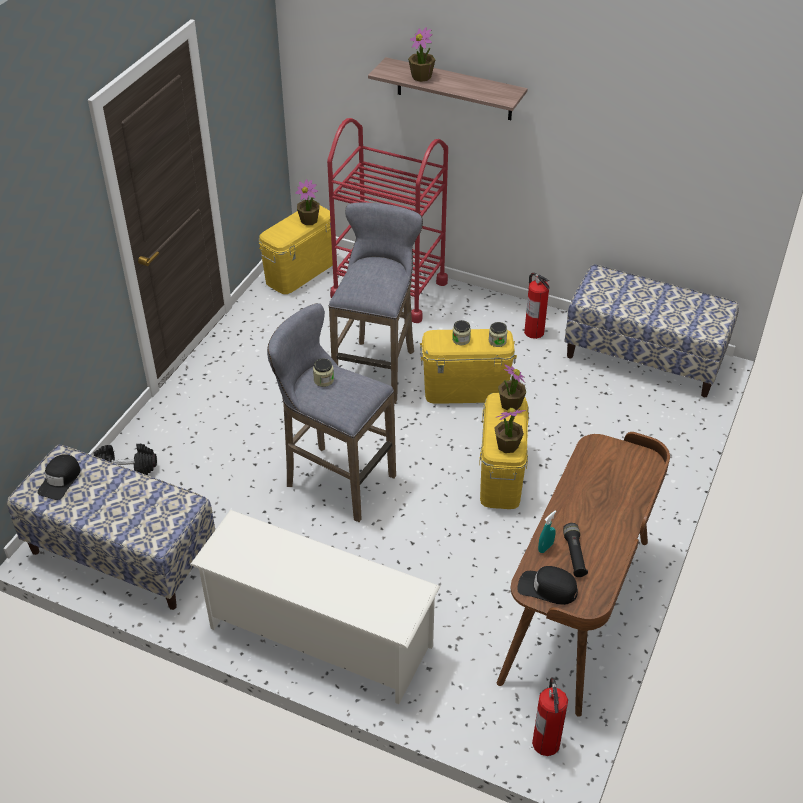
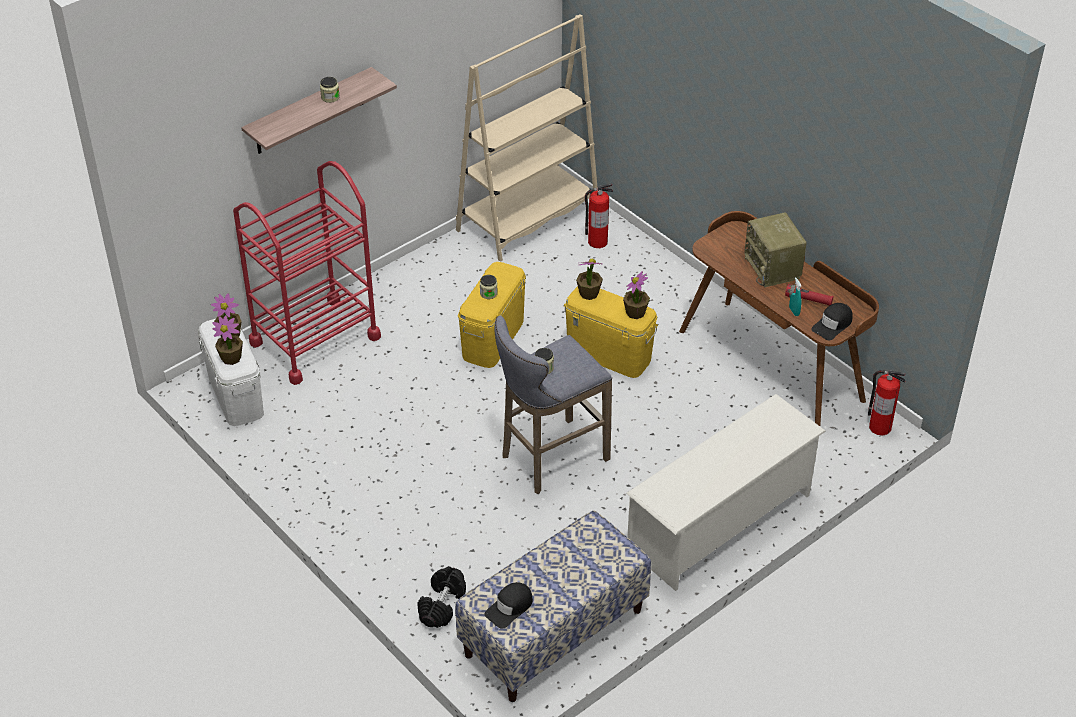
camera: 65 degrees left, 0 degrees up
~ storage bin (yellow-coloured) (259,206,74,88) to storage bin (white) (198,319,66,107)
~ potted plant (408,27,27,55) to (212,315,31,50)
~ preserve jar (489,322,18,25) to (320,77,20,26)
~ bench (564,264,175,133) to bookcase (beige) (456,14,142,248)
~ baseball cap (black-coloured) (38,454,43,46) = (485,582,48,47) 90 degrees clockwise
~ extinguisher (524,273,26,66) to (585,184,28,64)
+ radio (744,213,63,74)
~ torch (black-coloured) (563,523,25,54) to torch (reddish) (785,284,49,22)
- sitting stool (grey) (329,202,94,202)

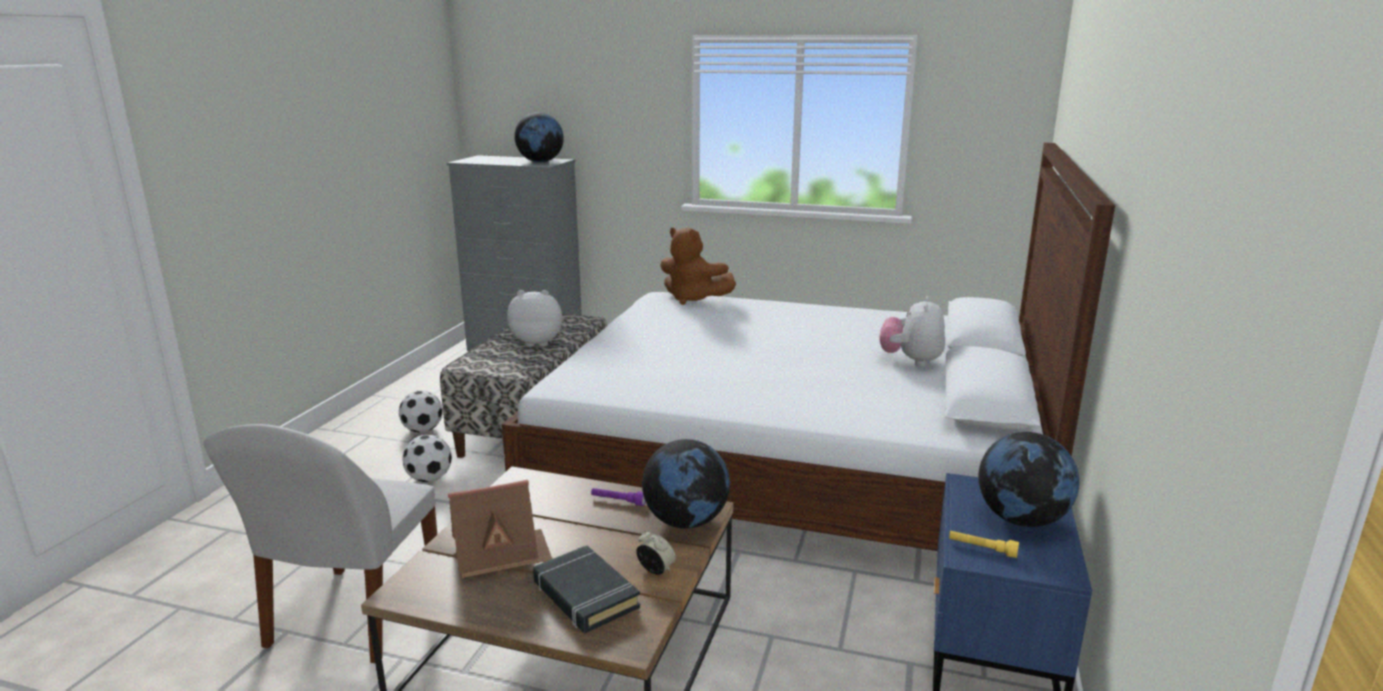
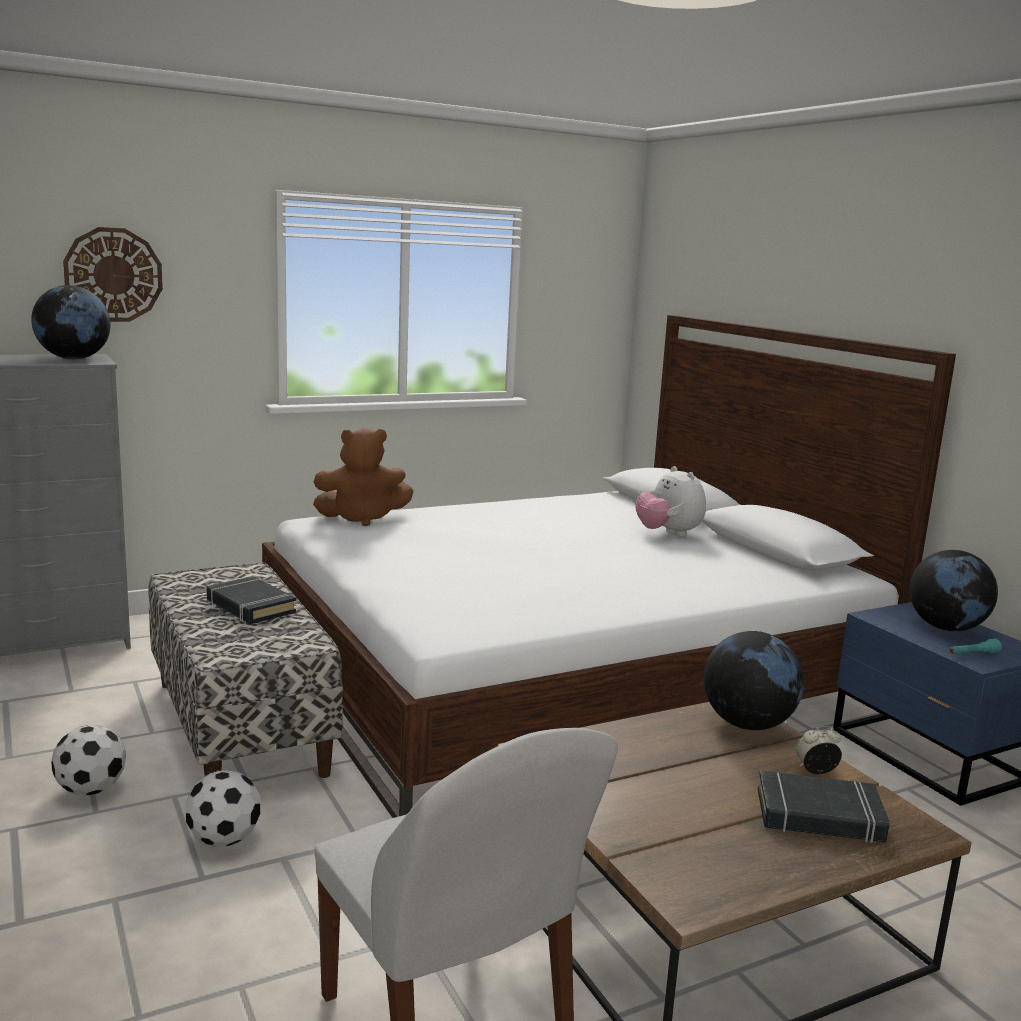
camera: 45 degrees left, 5 degrees down
+ clock on the wall (63,227,100,95)
~ cuddly toy (507,290,55,57) to bound book (black-coloured) (207,576,89,48)
~ torch (yellow-coloured) (949,531,70,27) to torch (blue-green) (949,639,53,15)
- model house (448,480,104,98)
- torch (purple) (591,488,55,18)

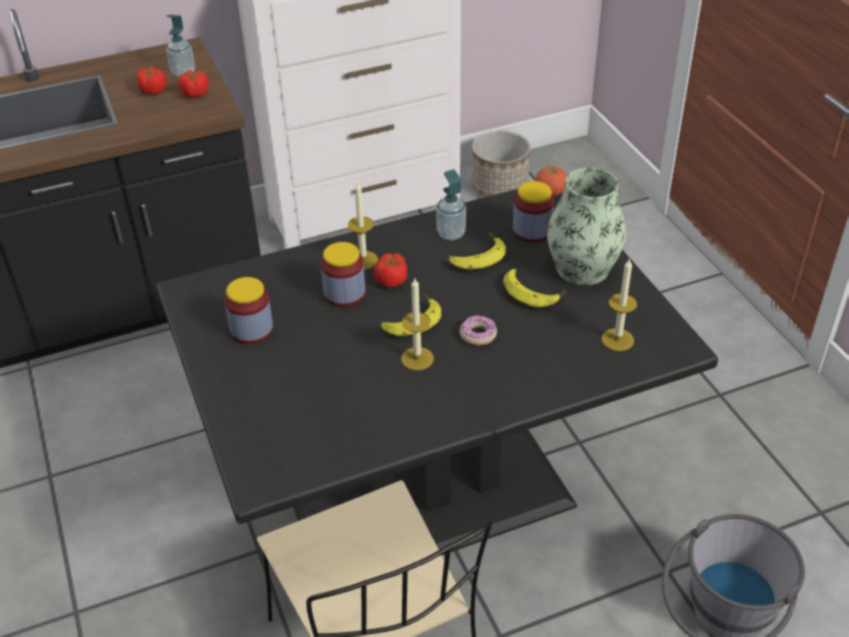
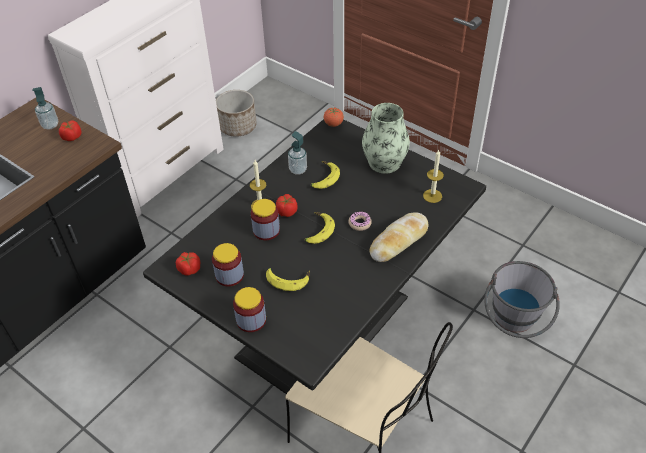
camera: 30 degrees left, 5 degrees up
~ fresh tomato (137,67,30,27) to (176,252,24,23)
~ preserve jar (513,181,41,62) to (233,287,33,45)
~ banana (503,269,63,39) to (266,268,44,23)
+ baked bread (369,213,59,49)
- candle (401,278,33,92)

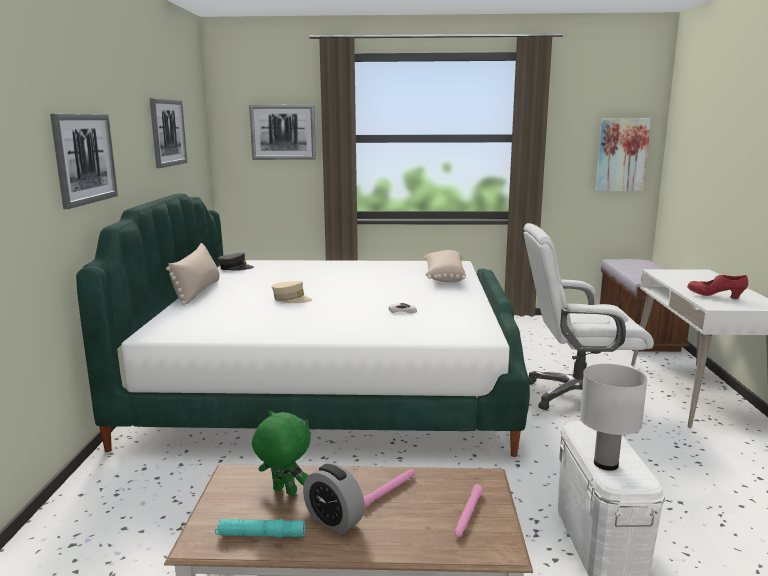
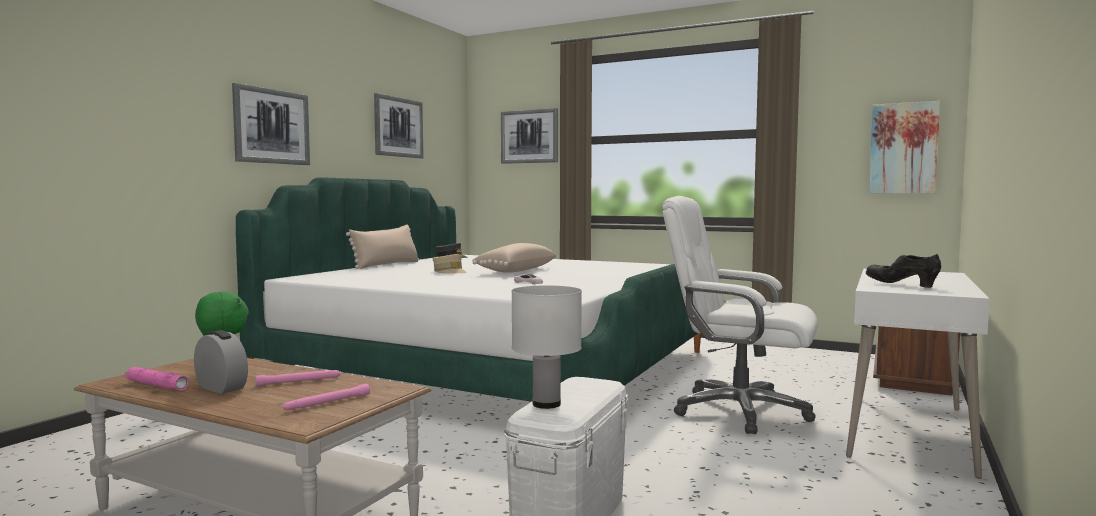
camera: 25 degrees right, 10 degrees down
~ torch (blue-green) (215,519,90,18) to torch (pinkish) (125,367,64,23)
~ table clock (303,464,62,70) = (194,330,54,64) 150 degrees clockwise
~ pillow (beige) (424,250,42,32) to (472,243,84,30)
~ shoe (reddish) (687,275,61,24) to shoe (black-coloured) (866,254,75,34)

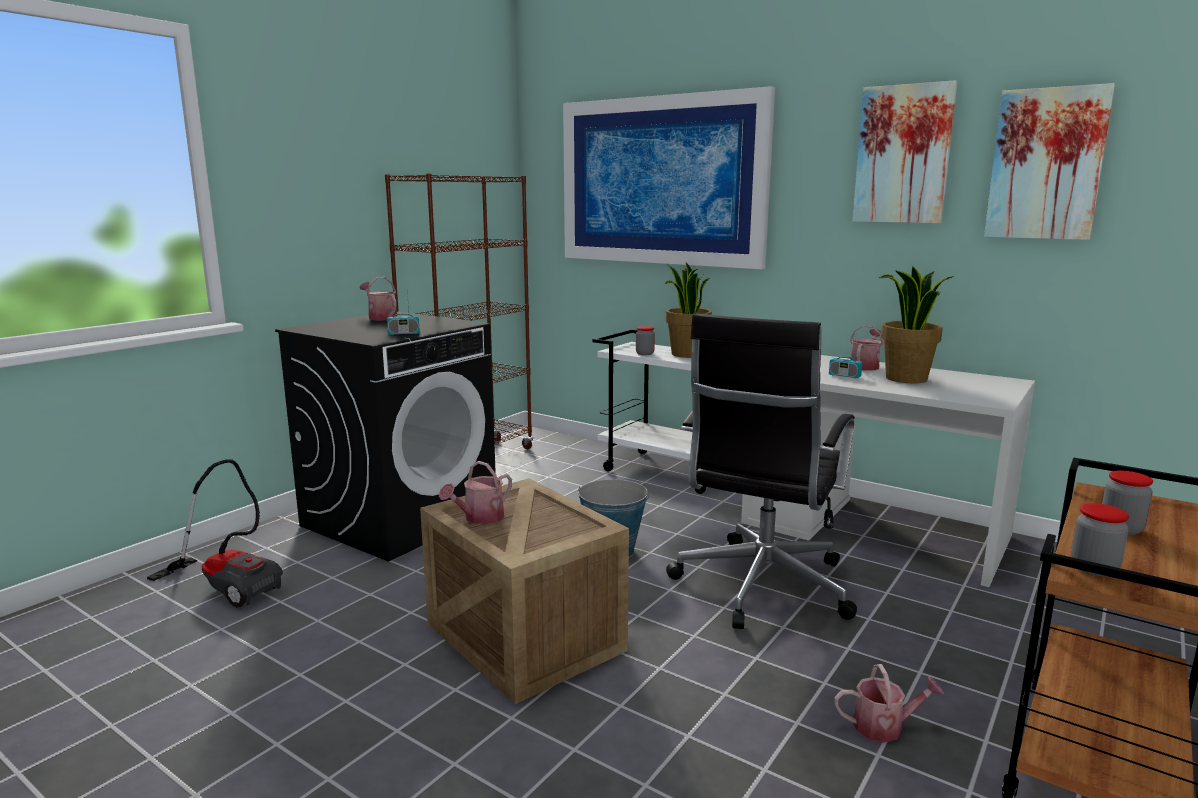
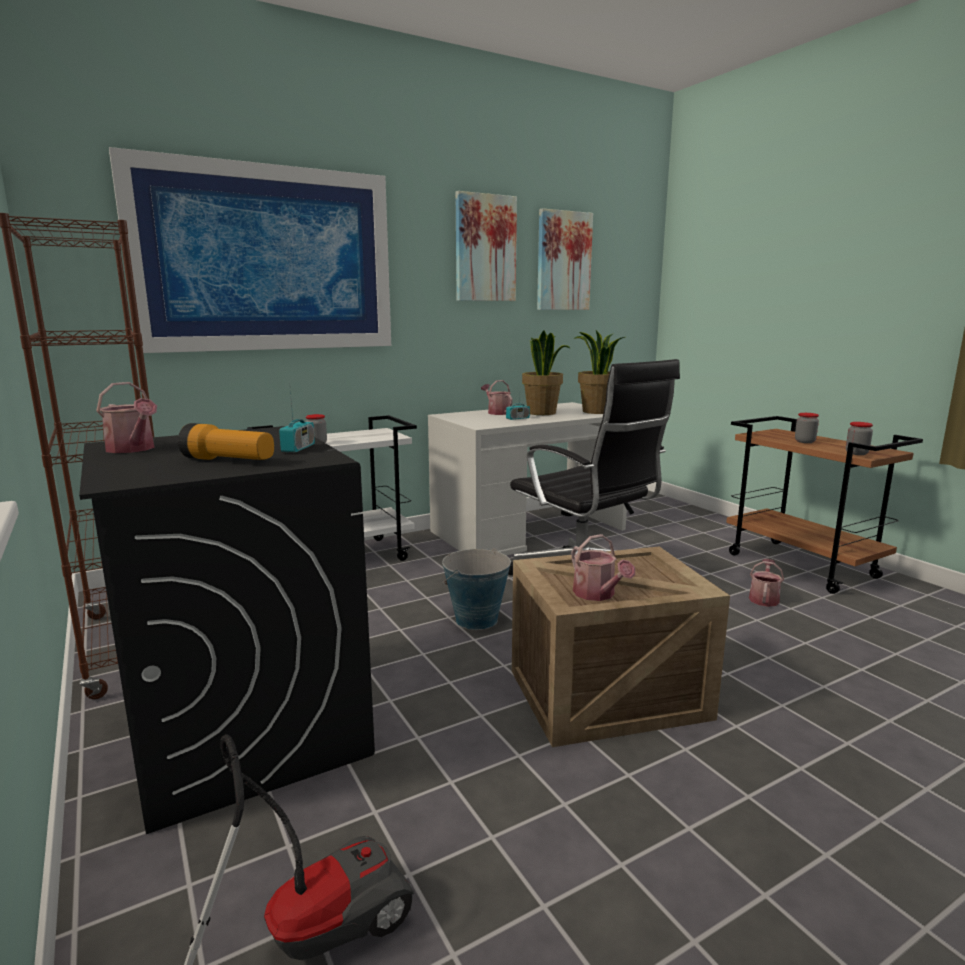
camera: 65 degrees left, 0 degrees up
~ sprinkling can (360,277,38,43) = (96,382,61,71) 120 degrees counterclockwise
+ torch (178,423,96,37)
~ potted plant (665,263,47,95) to (575,330,50,84)

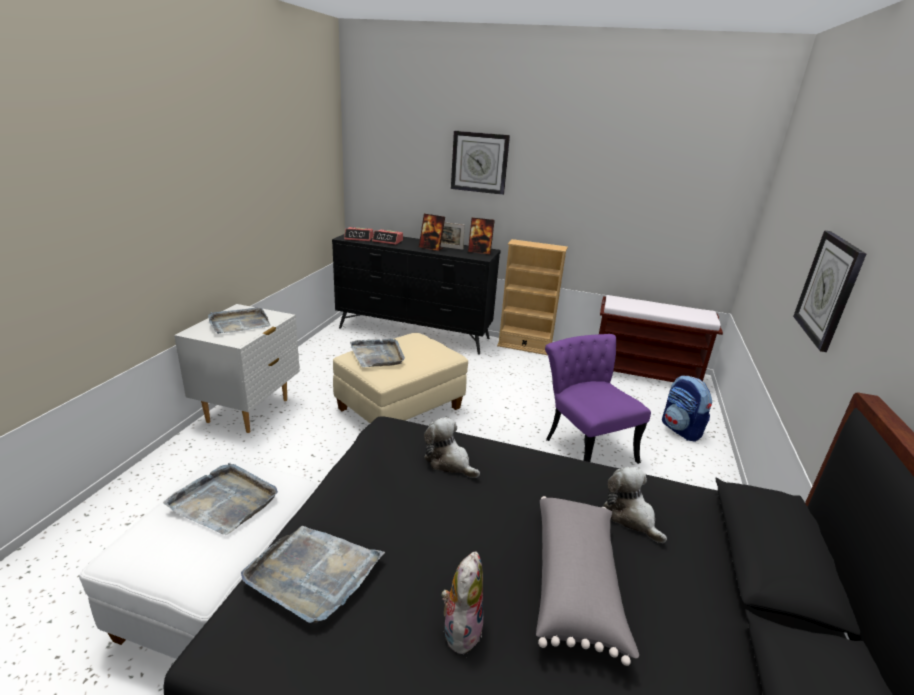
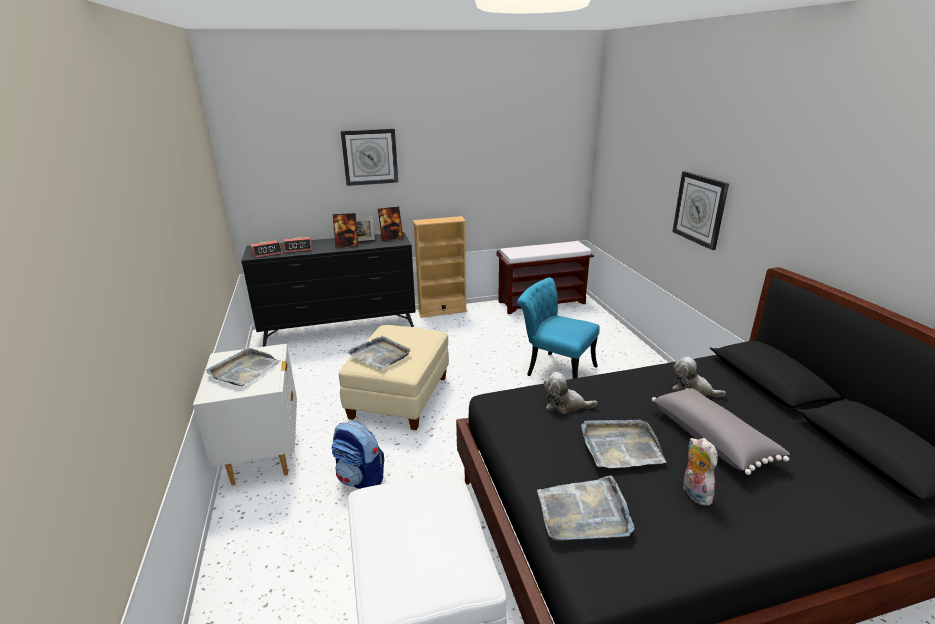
camera: 30 degrees left, 0 degrees up
~ knapsack (662,375,50,67) to (331,421,53,68)
~ chair (purple) (545,334,106,130) to chair (blue-green) (517,277,83,102)
~ tray (grey) (163,463,115,72) to (581,419,85,49)

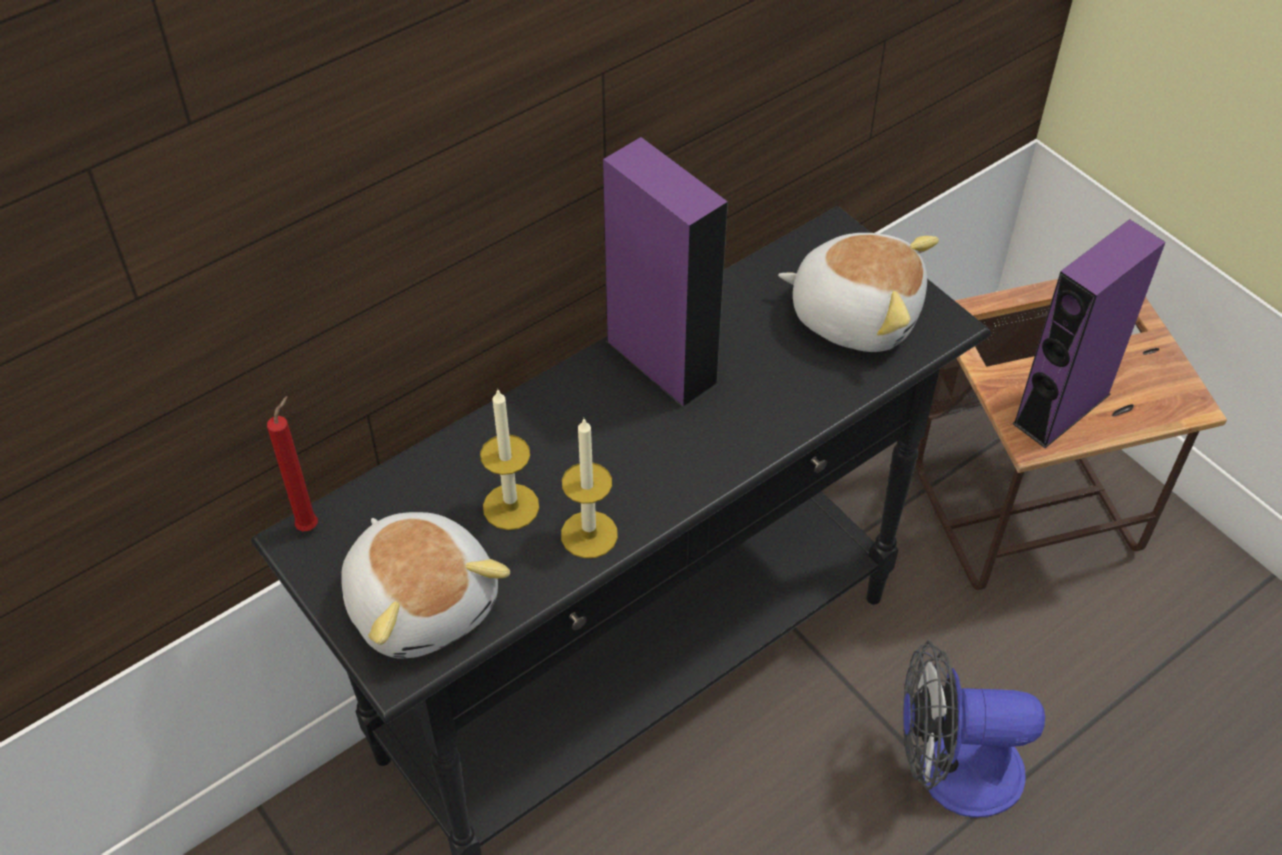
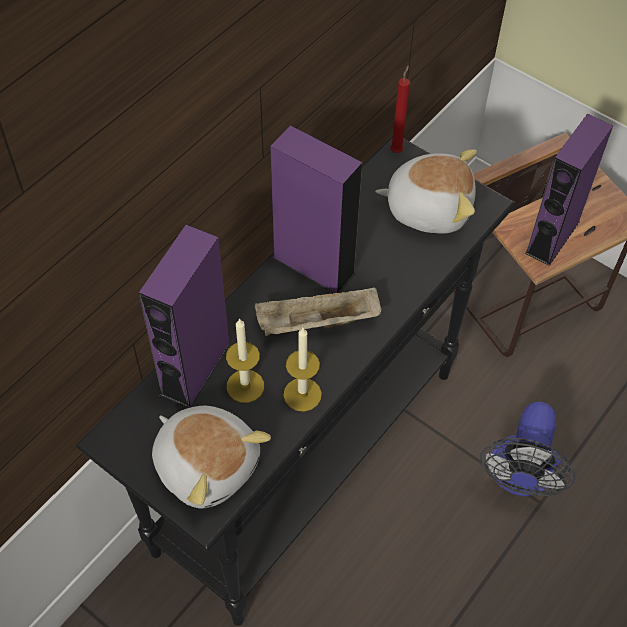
camera: 15 degrees left, 5 degrees up
+ loudspeaker (purple) (139,225,92,183)
+ tray (beige) (255,287,126,49)
~ candle (reddish) (267,396,51,135) to (390,65,20,88)
~ fan (903,641,142,177) = (480,402,95,94) 60 degrees counterclockwise

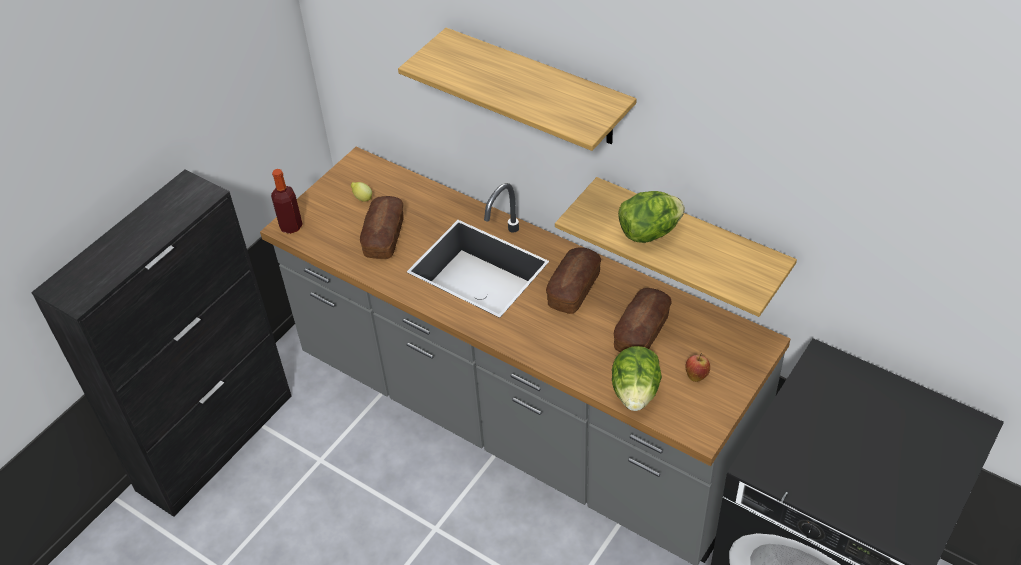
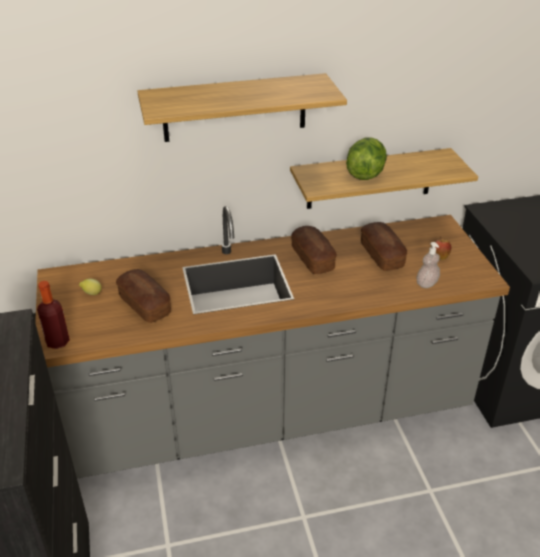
camera: 50 degrees left, 10 degrees down
~ lettuce (612,346,50,65) to liquid soap bottle (416,242,24,46)

